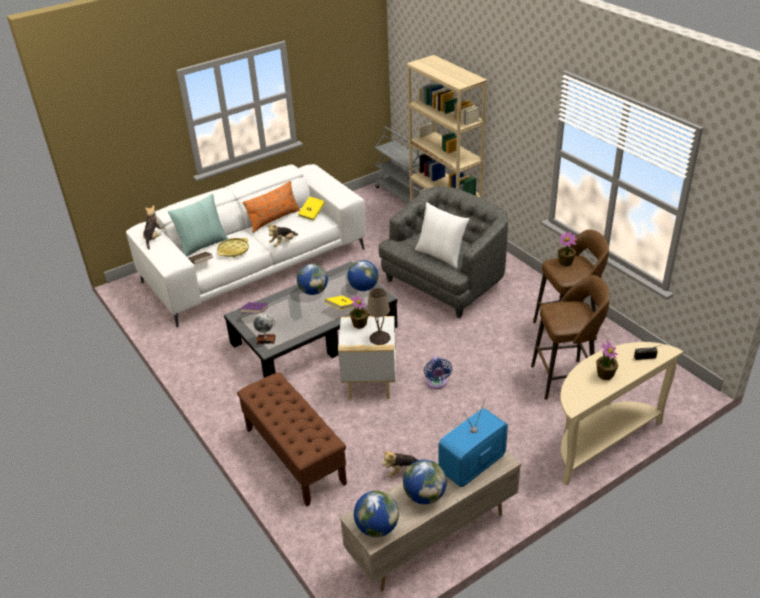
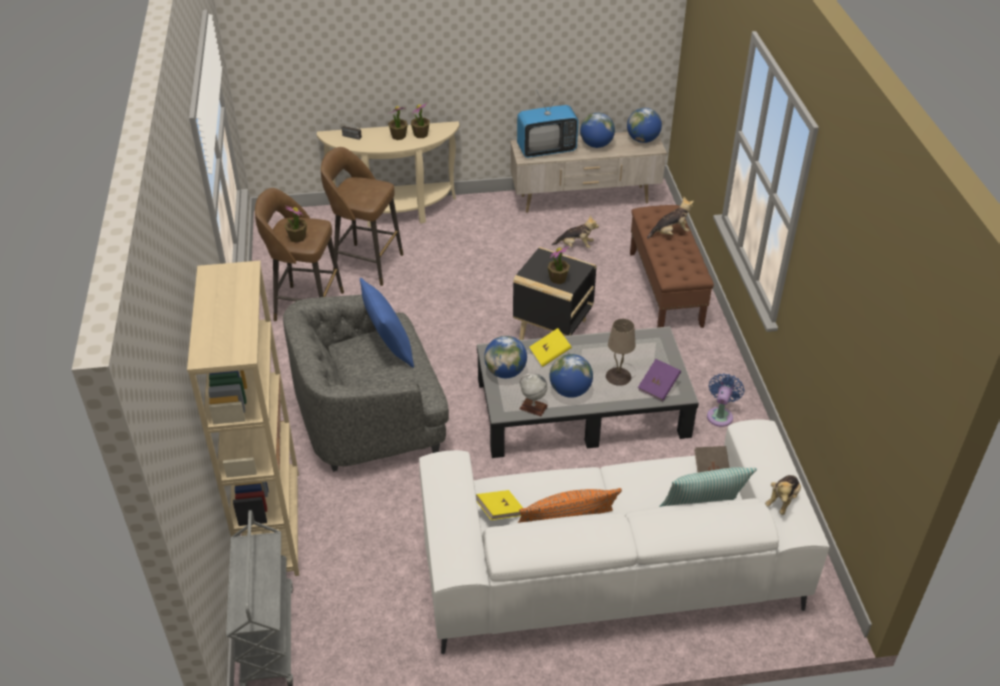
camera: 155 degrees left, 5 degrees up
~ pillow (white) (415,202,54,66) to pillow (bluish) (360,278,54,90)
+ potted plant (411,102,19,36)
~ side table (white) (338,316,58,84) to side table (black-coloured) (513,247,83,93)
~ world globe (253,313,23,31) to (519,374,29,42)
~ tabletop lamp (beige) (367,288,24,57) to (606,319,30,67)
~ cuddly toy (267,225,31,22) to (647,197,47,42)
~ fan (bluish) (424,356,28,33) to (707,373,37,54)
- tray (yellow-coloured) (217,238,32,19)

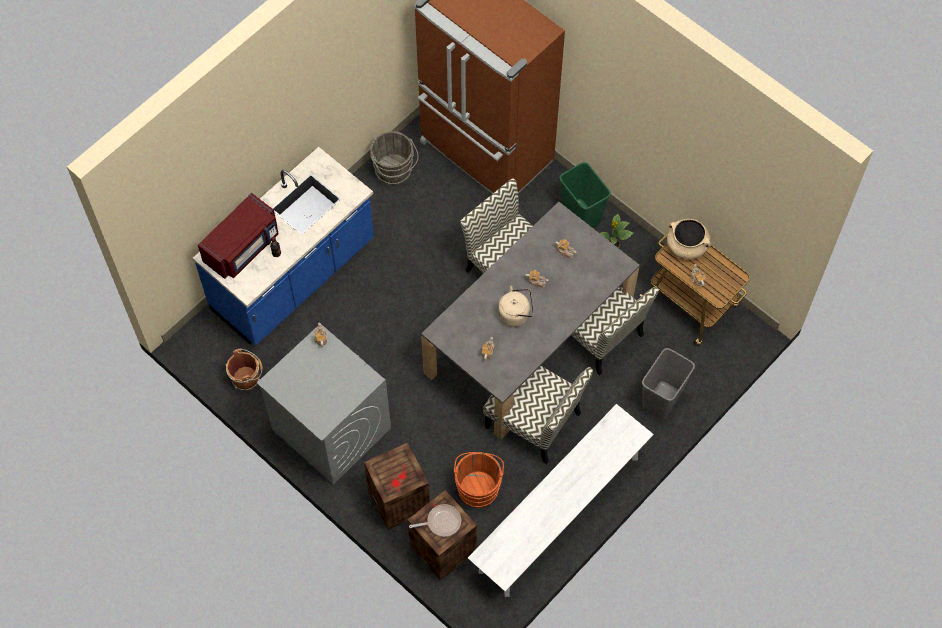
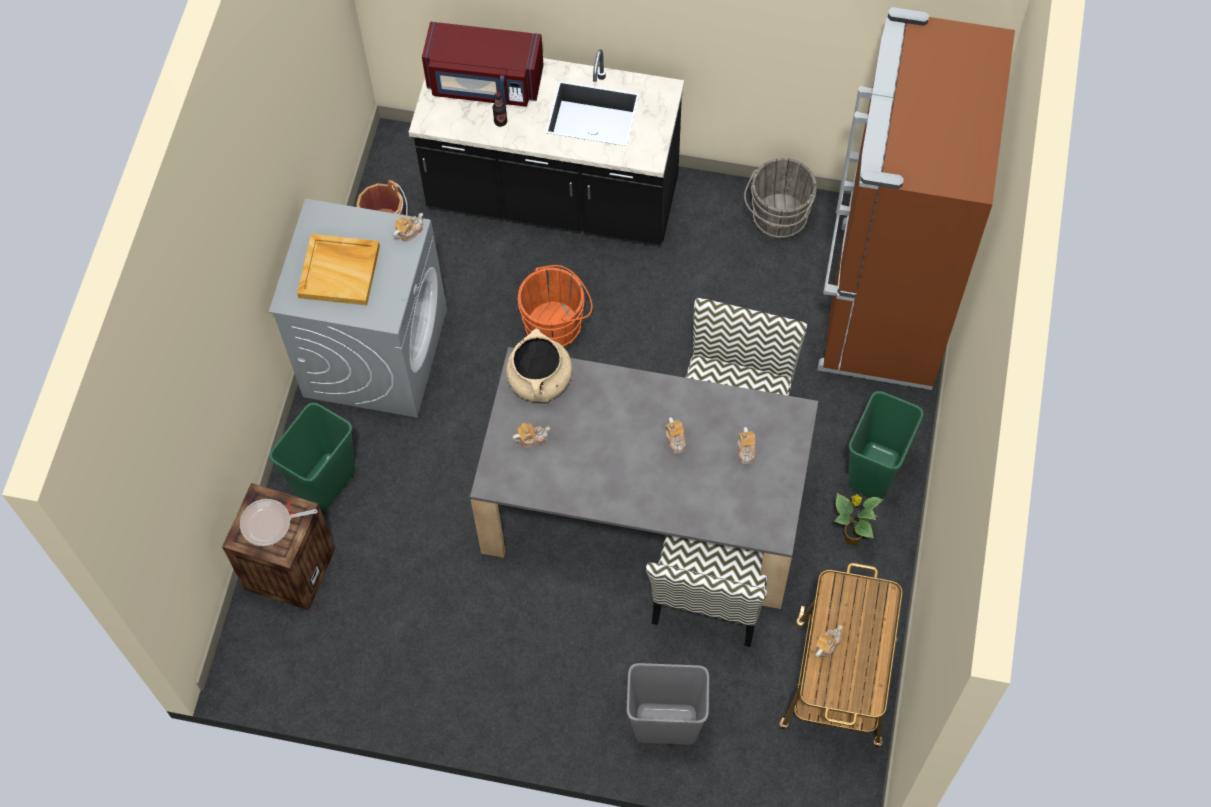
camera: 60 degrees right, 0 degrees up
~ frying pan (409,504,52,33) = (240,499,78,47) 120 degrees clockwise
~ crate (364,442,66,88) to rubbish bin (green) (269,403,86,108)
+ tray (beige) (297,234,83,72)
~ kitchen base unit (bluish) (193,147,181,199) to kitchen base unit (black-coloured) (409,49,275,196)
~ saucepot (beige) (667,219,44,40) to (506,328,66,74)
~ bucket (orange) (454,452,50,56) to (517,265,75,82)
- bench (white) (468,404,186,193)
- chair (483,366,110,98)
- tea kettle (beige) (498,286,36,41)

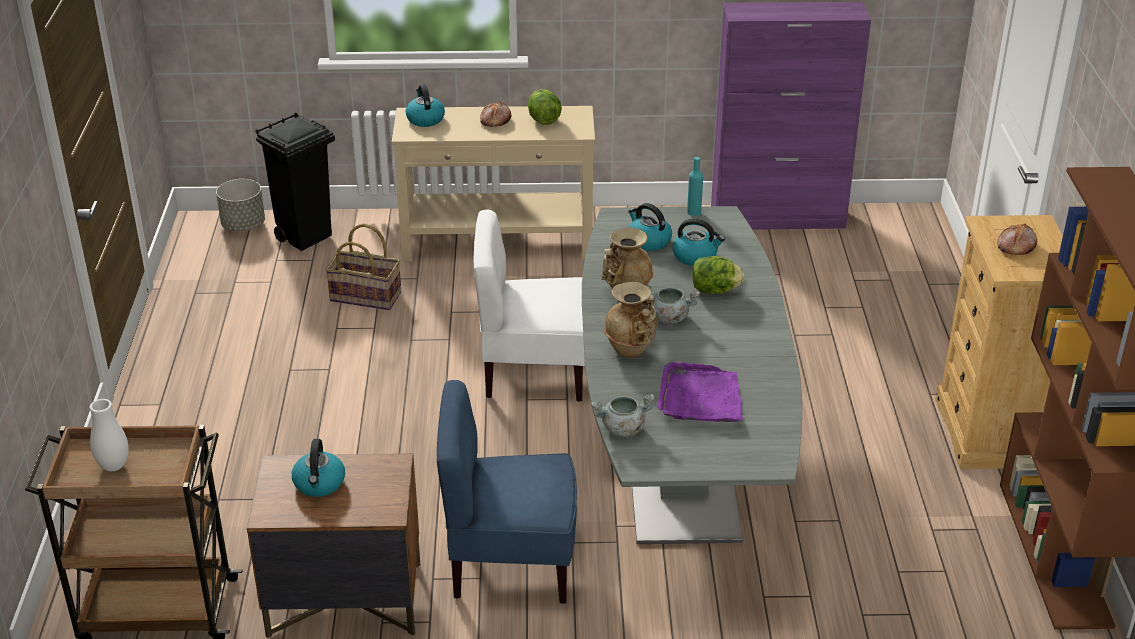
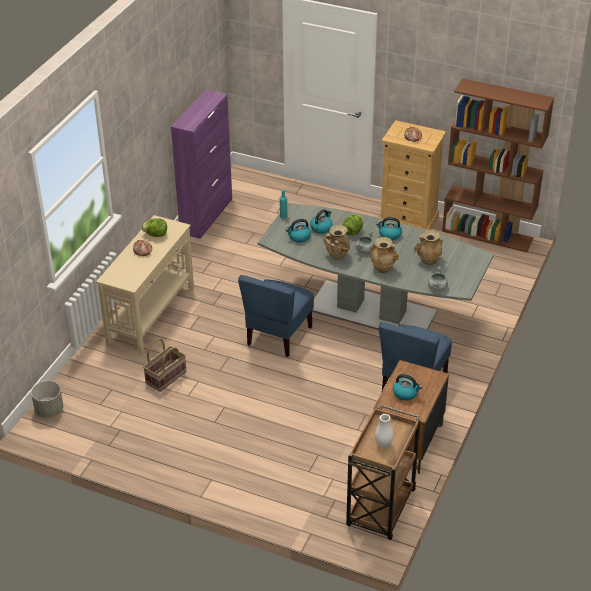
camera: 65 degrees left, 5 degrees up
~ chair (white) (474,210,111,192) to chair (bluish) (238,275,76,82)
~ tea kettle (406,84,39,43) to (376,217,26,23)
~ tray (purple) (657,362,86,60) to flower vase (beige) (414,229,29,36)
- rubbish bin (black-coloured) (255,113,80,138)

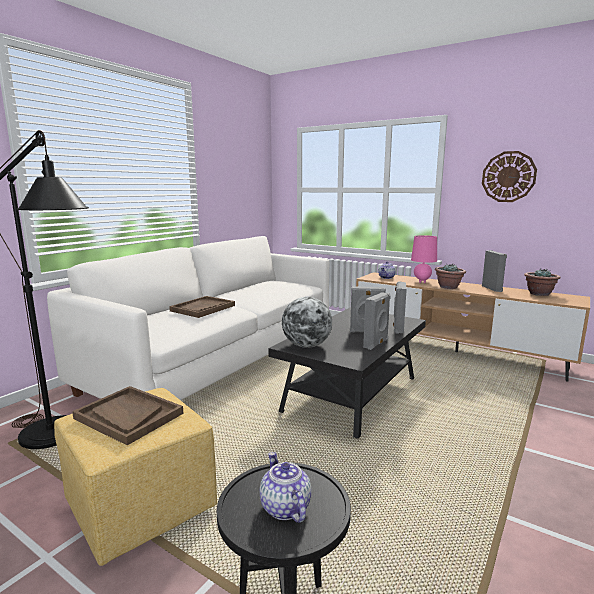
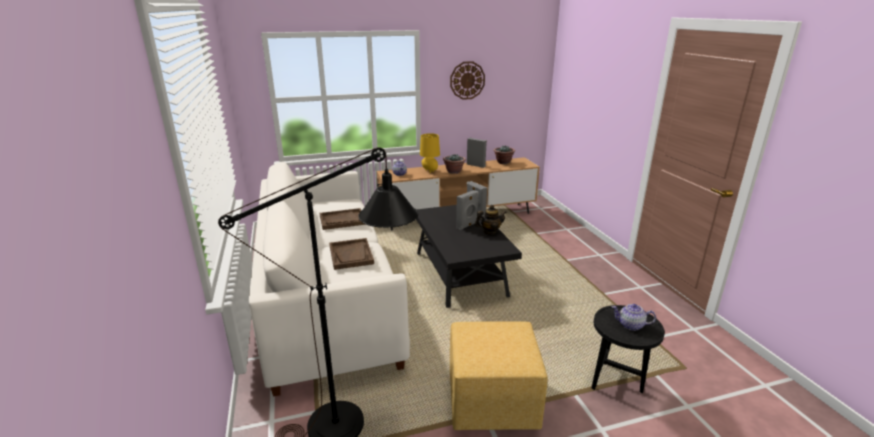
camera: 50 degrees left, 10 degrees up
~ tray (brown) (72,386,112,59) to (320,208,46,22)
~ tabletop lamp (pinkish) (411,235,26,48) to tabletop lamp (yellow-coloured) (420,133,20,40)
~ loudspeaker (grey) (363,292,28,58) to pot for tea (475,205,32,30)
- world globe (282,297,50,51)

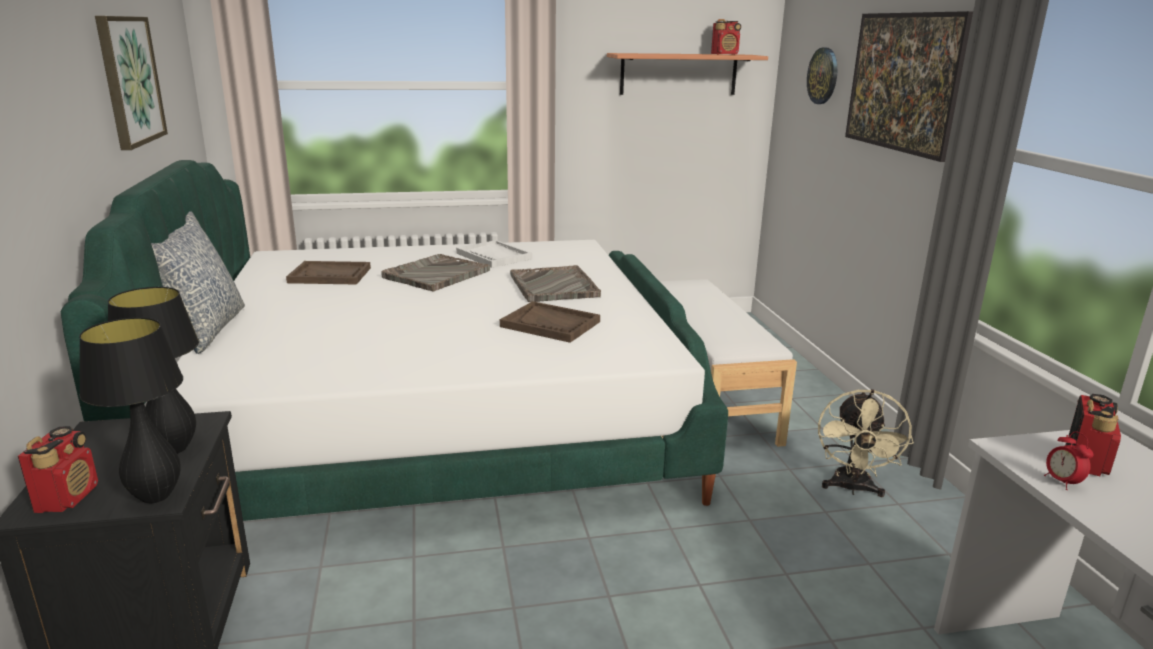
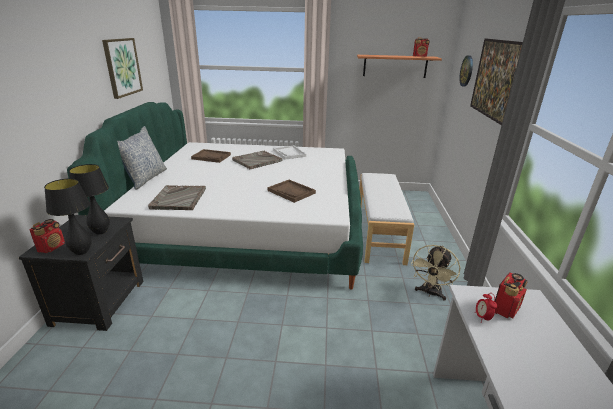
camera: 15 degrees right, 5 degrees up
~ tray (grey) (510,265,91,37) to (148,185,58,25)

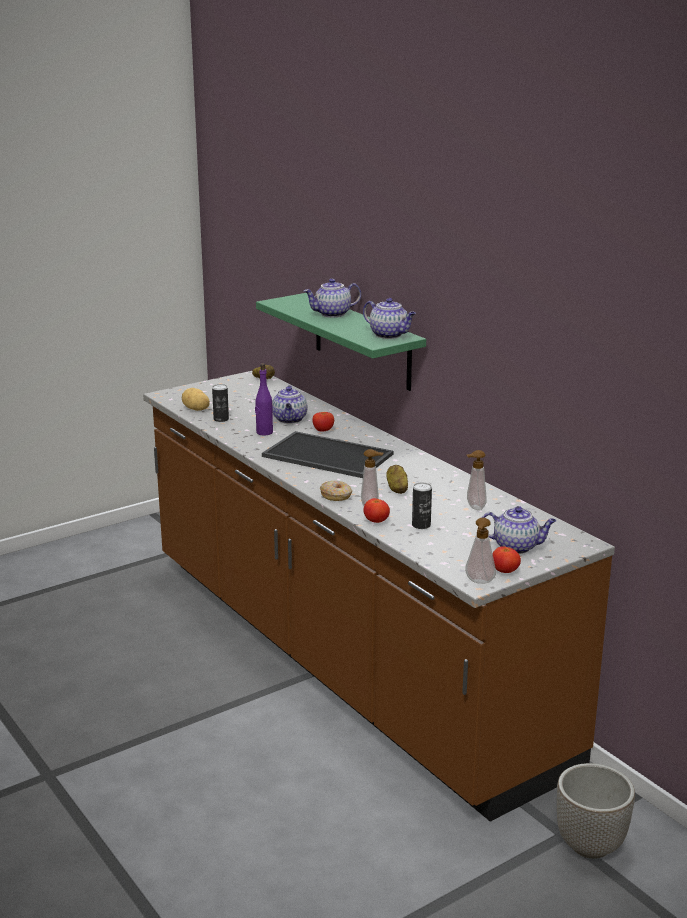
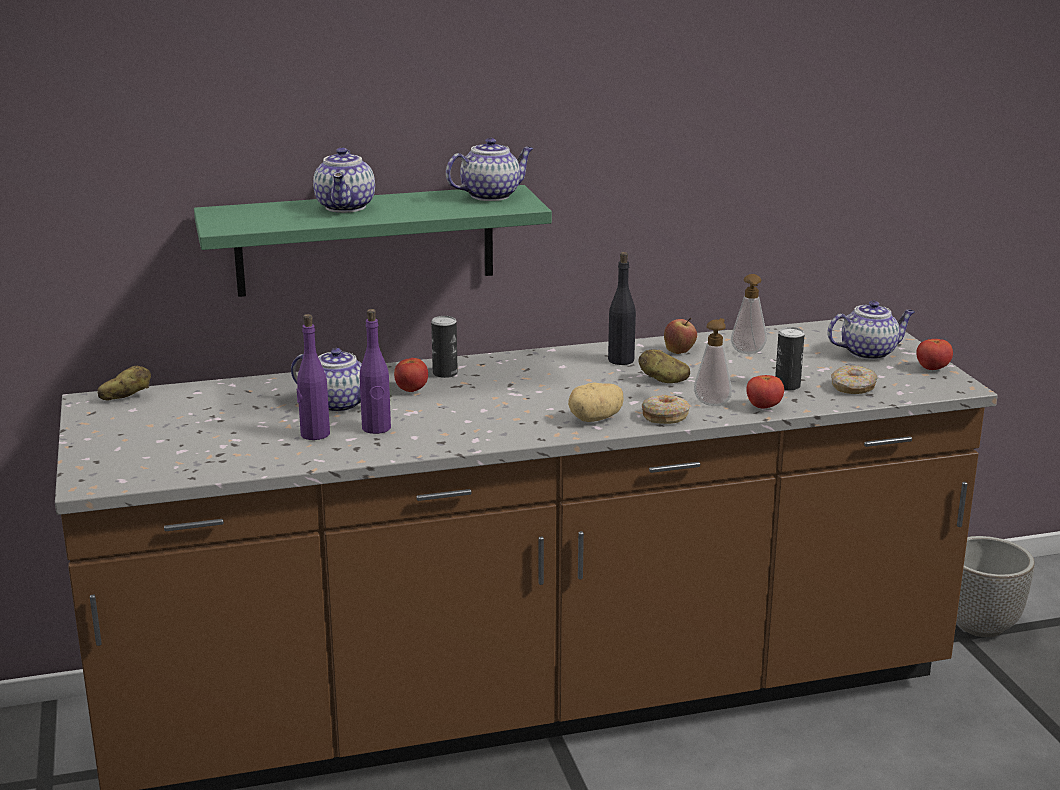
camera: 70 degrees left, 0 degrees up
+ bottle (purple) (297,314,33,126)
~ metal can (212,384,17,38) to (431,316,27,62)
~ potato (182,388,28,23) to (568,382,56,40)
+ bottle (black-coloured) (608,252,28,113)
+ whole apple (664,318,33,36)
~ pot for tea (481,506,75,48) = (827,301,88,59) 45 degrees clockwise
+ ring doughnut (831,365,46,29)
- tray (262,431,131,47)
- liquid soap bottle (465,517,31,67)

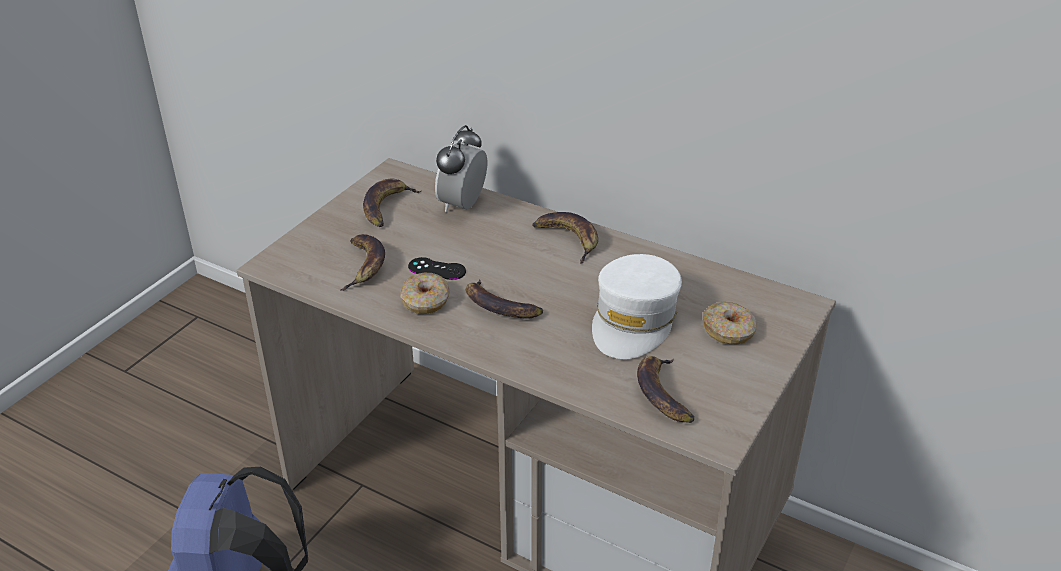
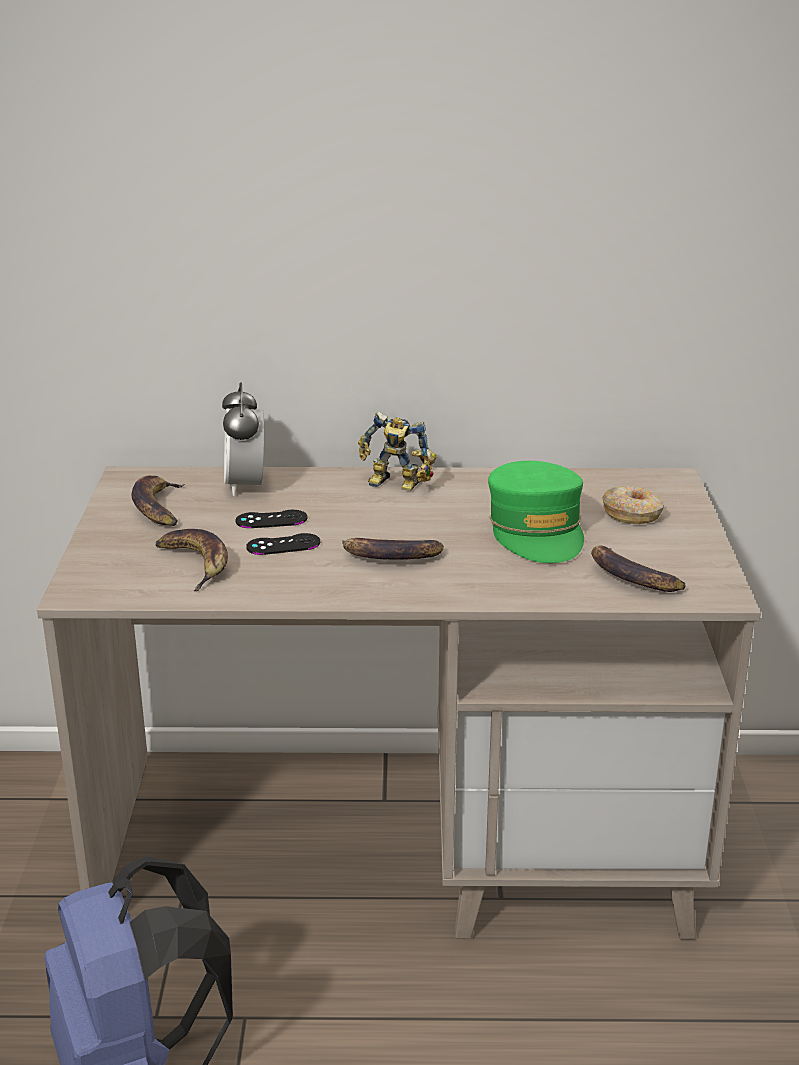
camera: 30 degrees left, 10 degrees down
+ gamepad (black-coloured) (236,510,71,18)
~ banana (532,212,66,51) to toy robot (358,412,78,79)
~ baseball cap (white) (592,254,90,105) to baseball cap (green) (488,461,96,102)
- ring doughnut (400,273,50,41)

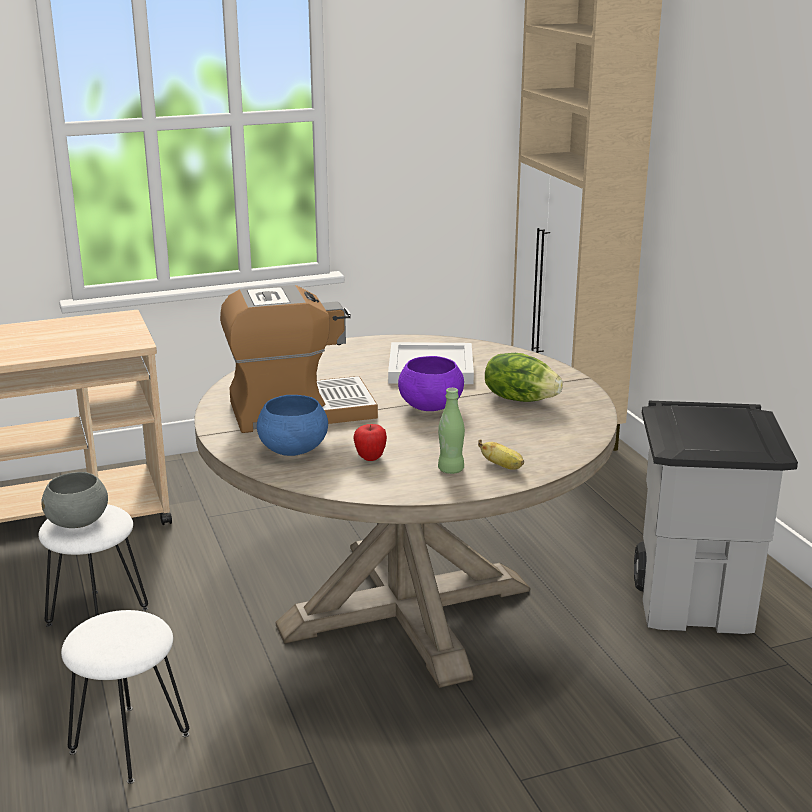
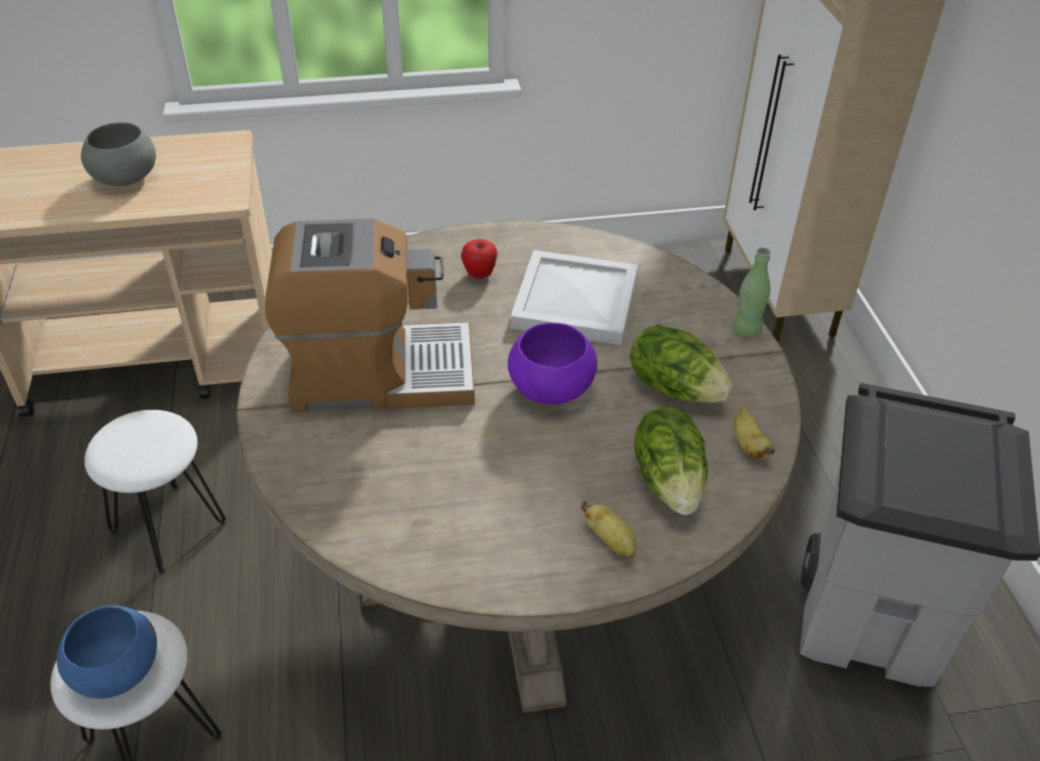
camera: 10 degrees right, 20 degrees up
~ deep dish (bluish) (257,395,71,61) to (57,605,100,94)
~ deep dish (grey) (41,472,67,56) to (81,122,75,64)
~ whole apple (353,424,34,37) to (461,239,37,40)
+ lettuce (634,407,74,108)
~ bottle (green) (438,388,27,86) to (733,248,38,89)
+ banana (733,406,42,54)

